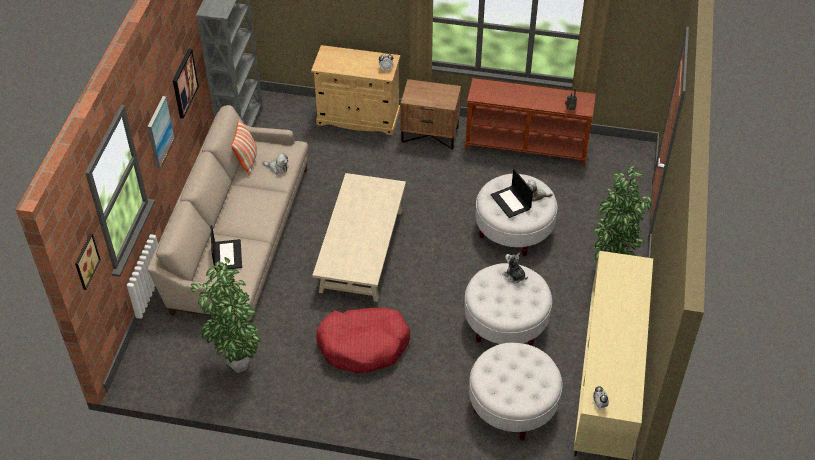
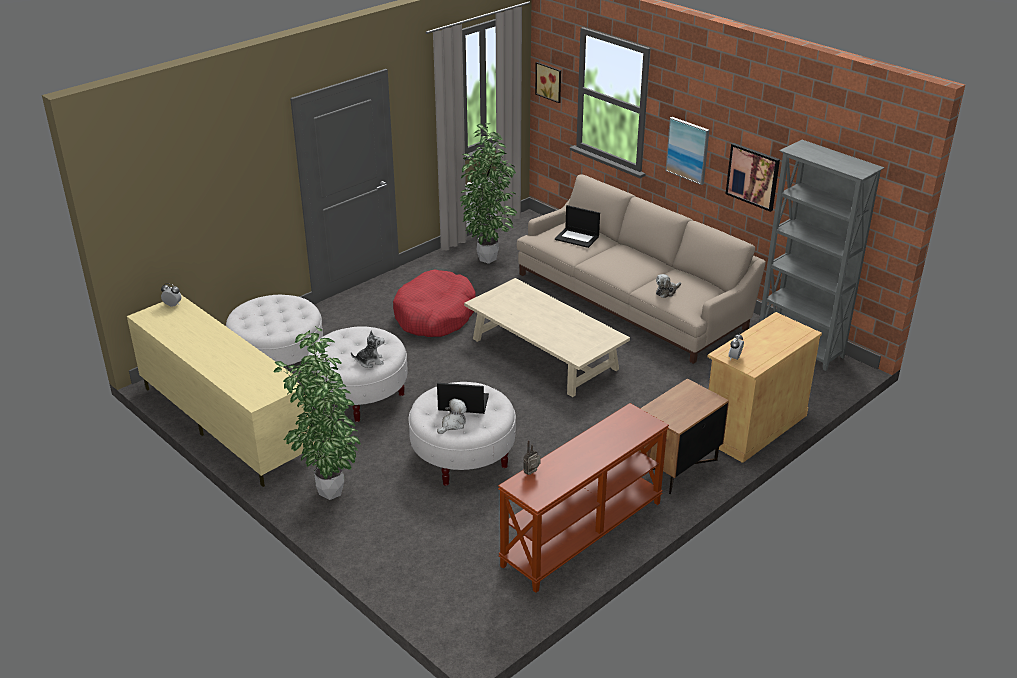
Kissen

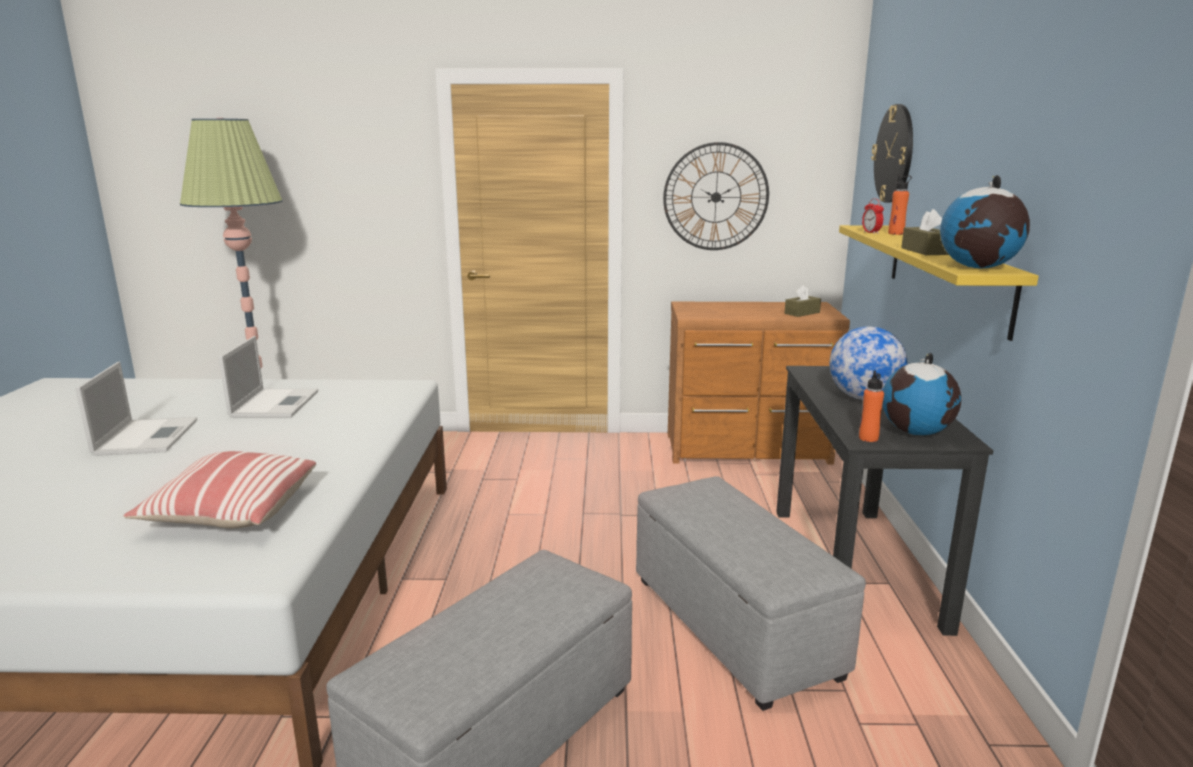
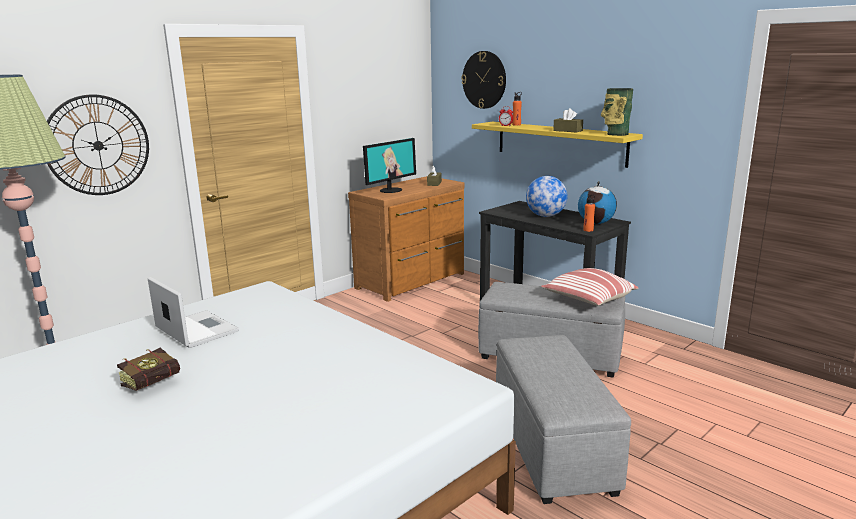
Wanduhr (no. 1 from left); Buch; Monitor; Kissen; Vase

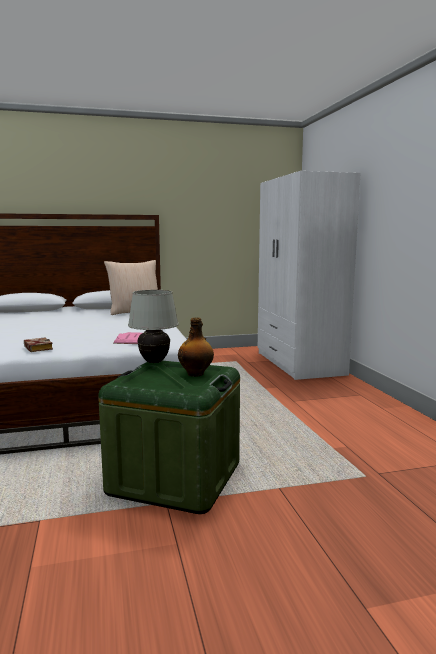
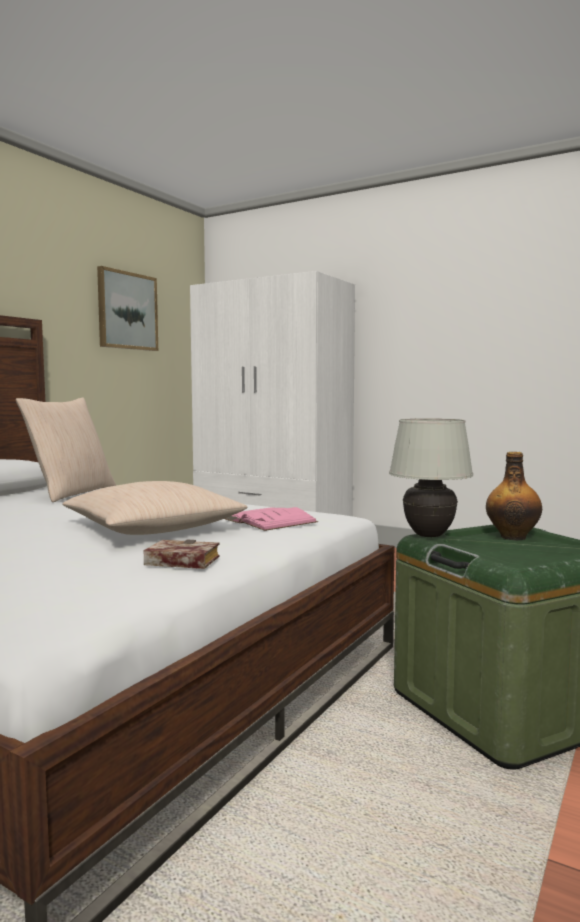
Kissen/beige (no. 2 from left); Bild

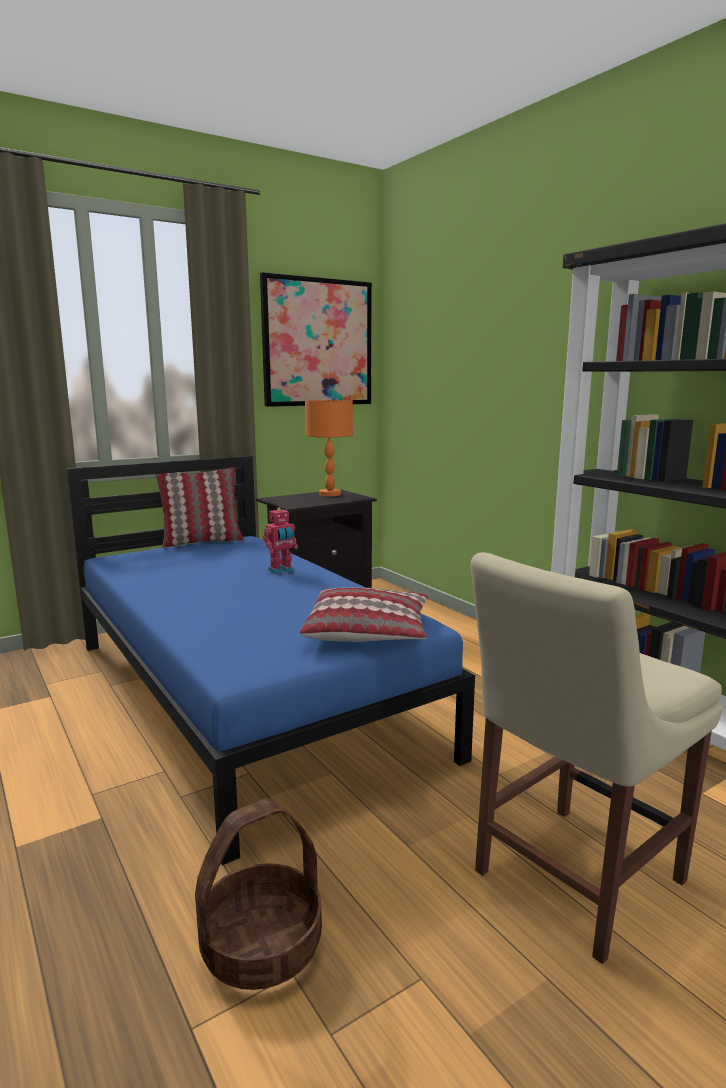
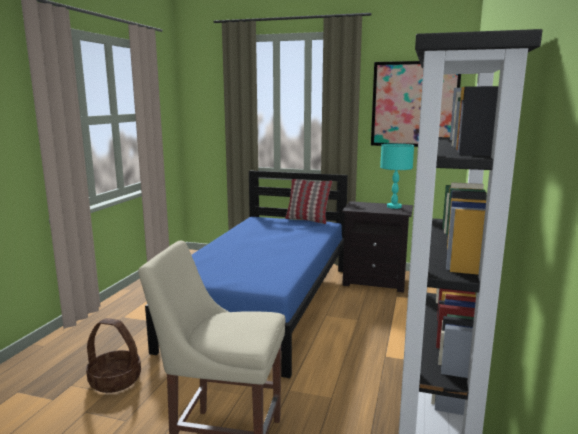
Tischlampe/türkis; Spielzeugroboter; Kissen (no. 2 from left in the first image)

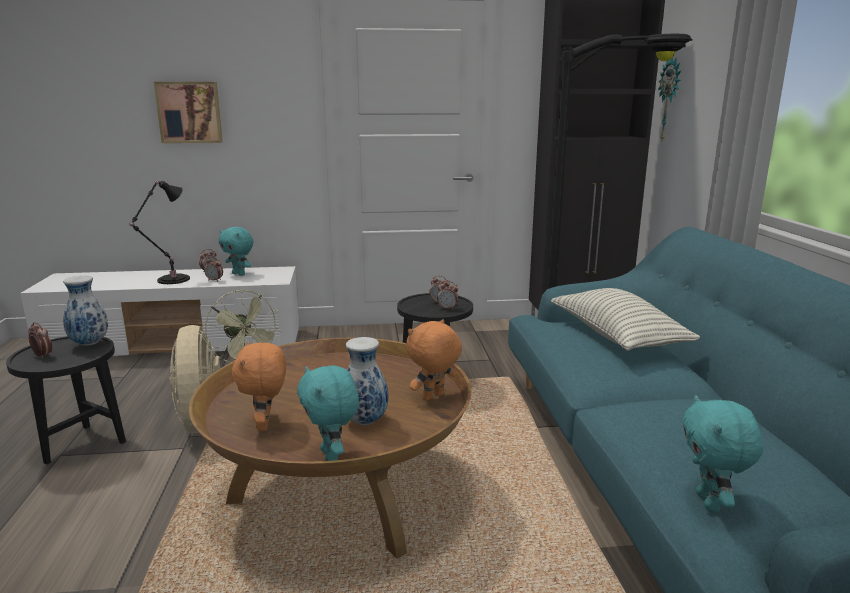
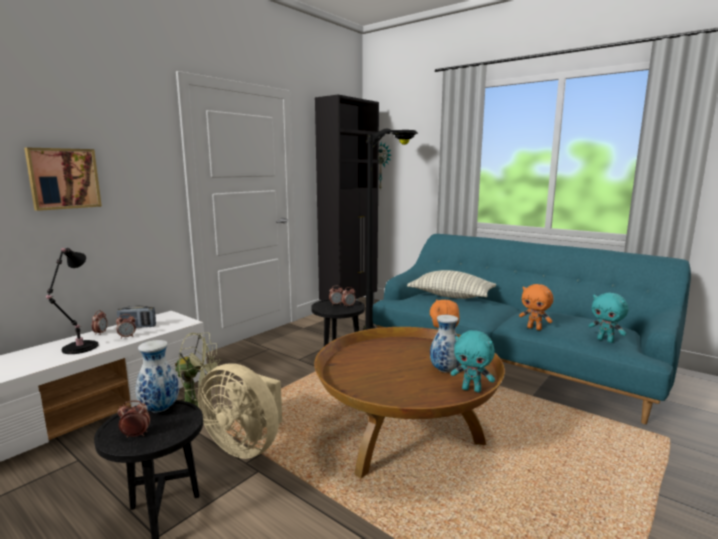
Radio; Plüschtier/orange (no. 2 from left)

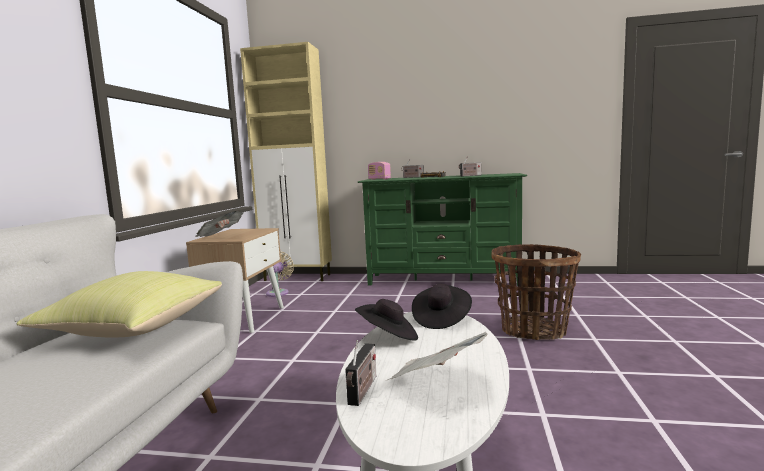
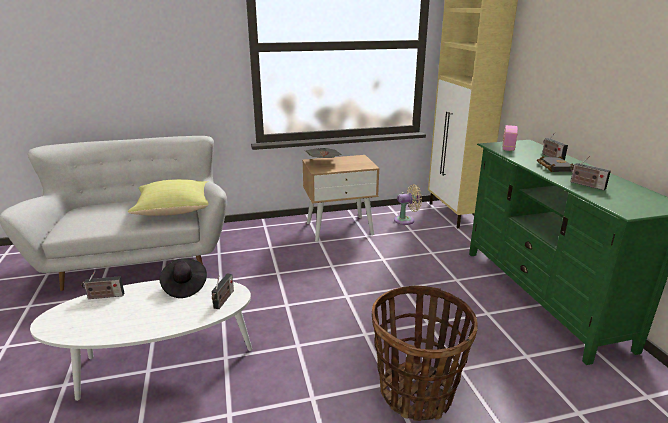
Radio (no. 2 from left); Zeitung (no. 2 from left in the first image)

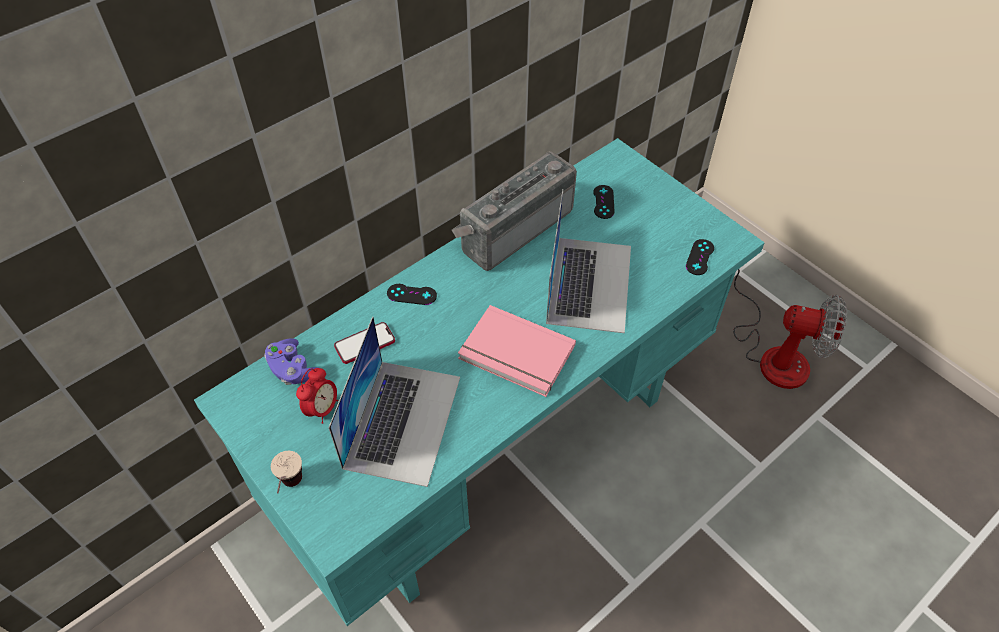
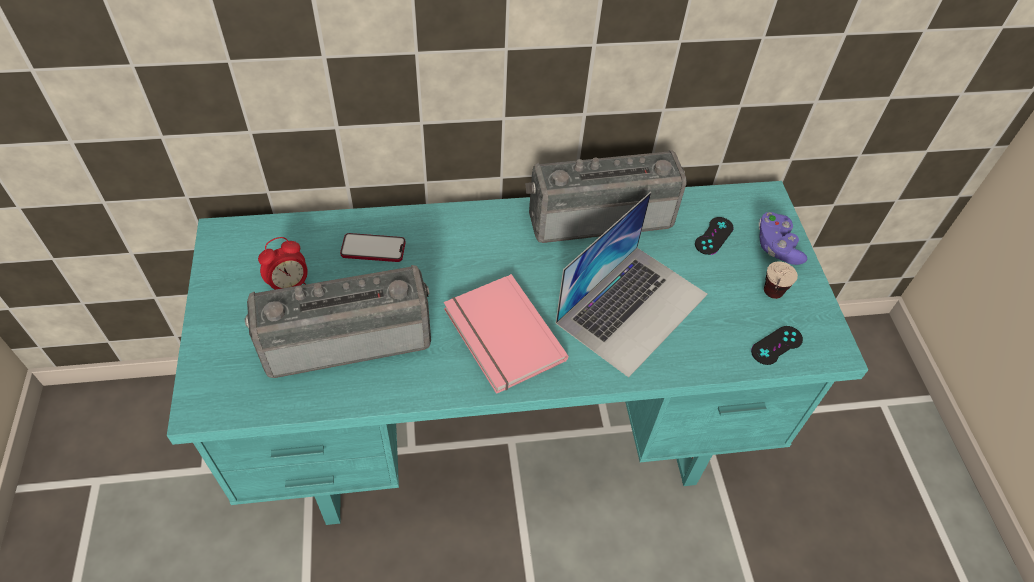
Radio (no. 1 from left); Gamepad/lila; Tasse; Gamepad/schwarz (no. 1 from left in the first image); Ventilator

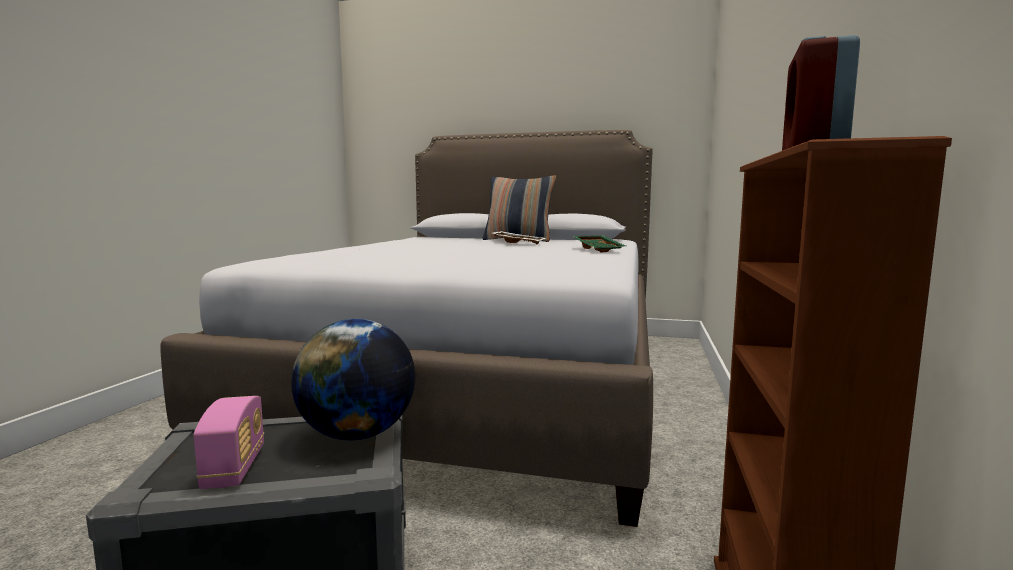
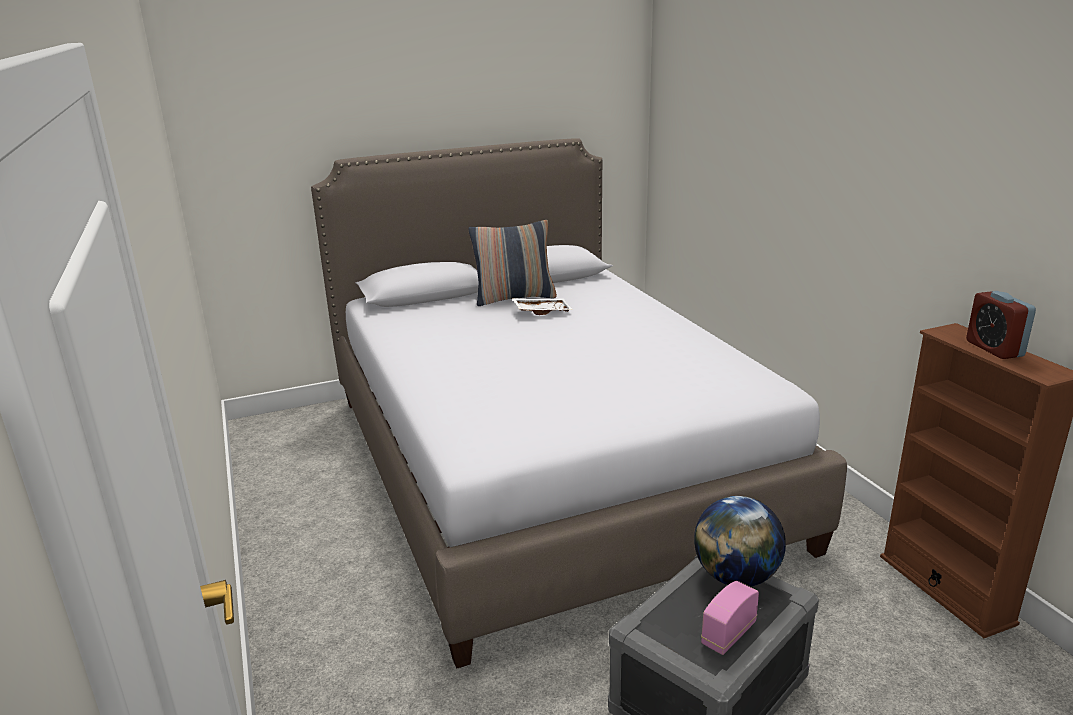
Radio; Tablett/grün

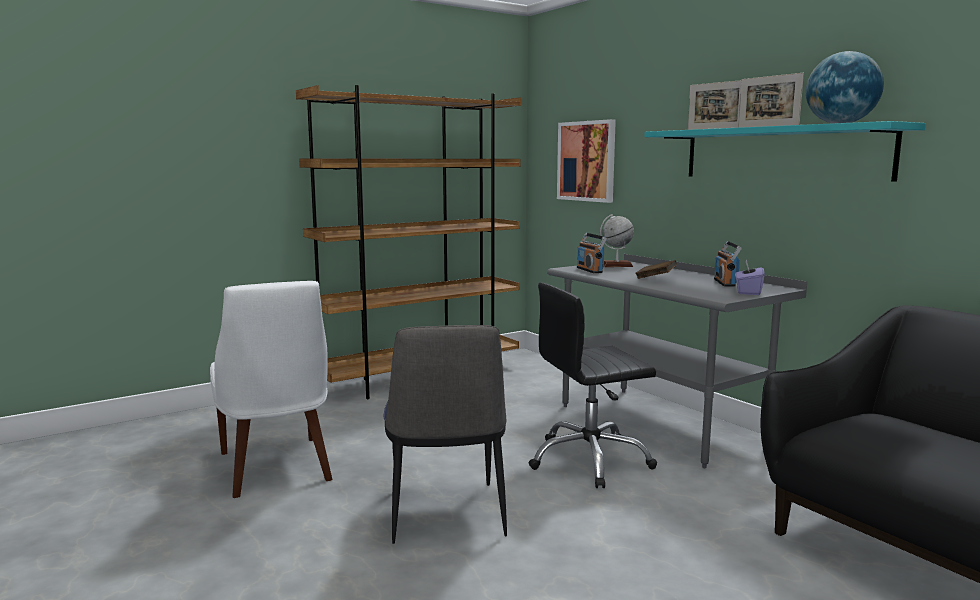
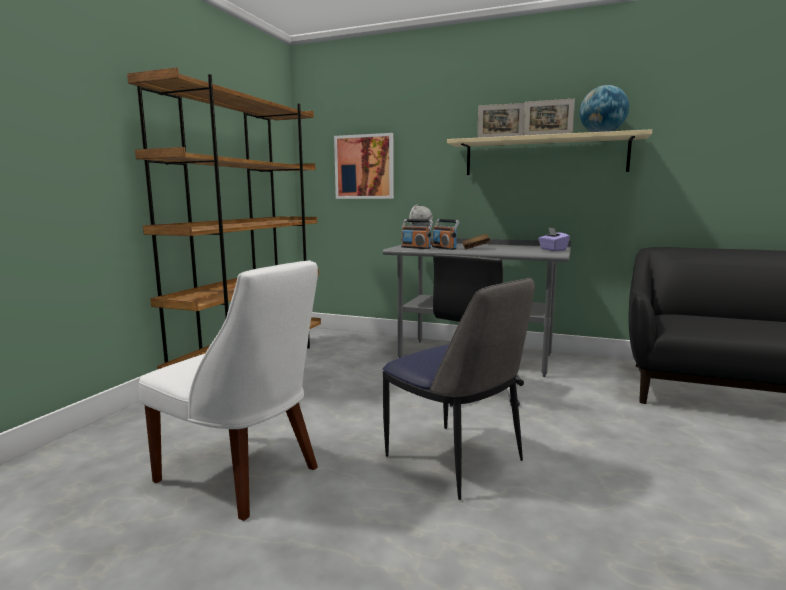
Radio (no. 2 from left); Wandregal/beige

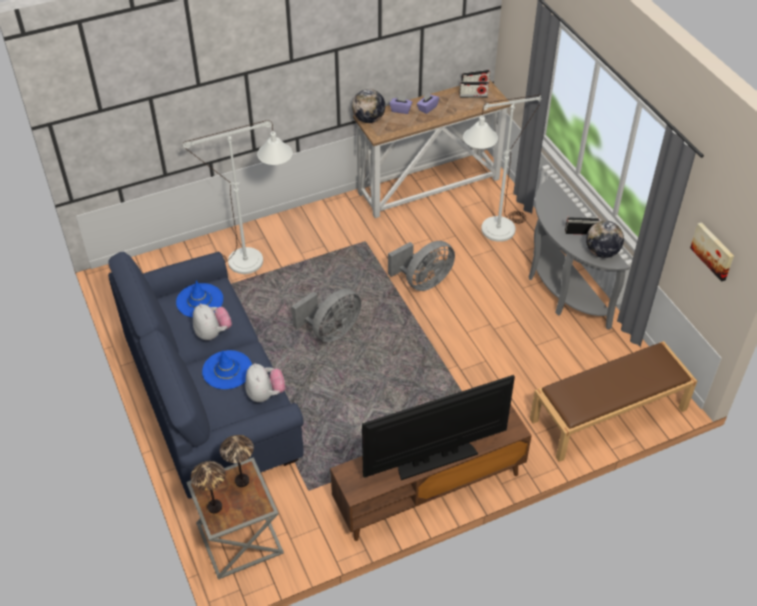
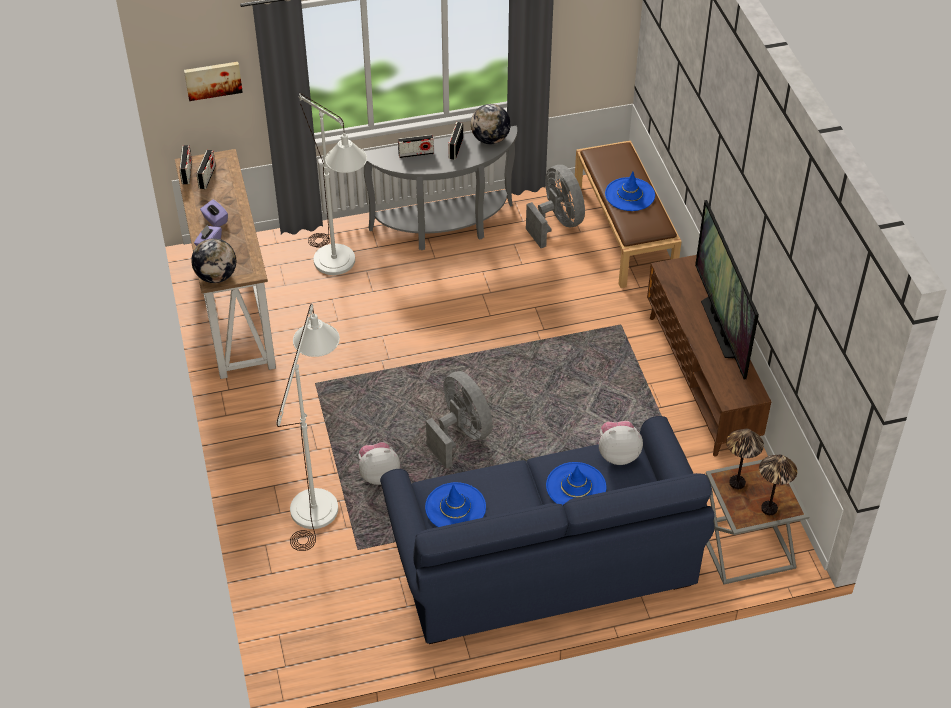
Bild; Plüschtier (no. 1 from left); Radio (no. 3 from left); Ventilator/grau (no. 2 from left); Hut/blau (no. 3 from left)

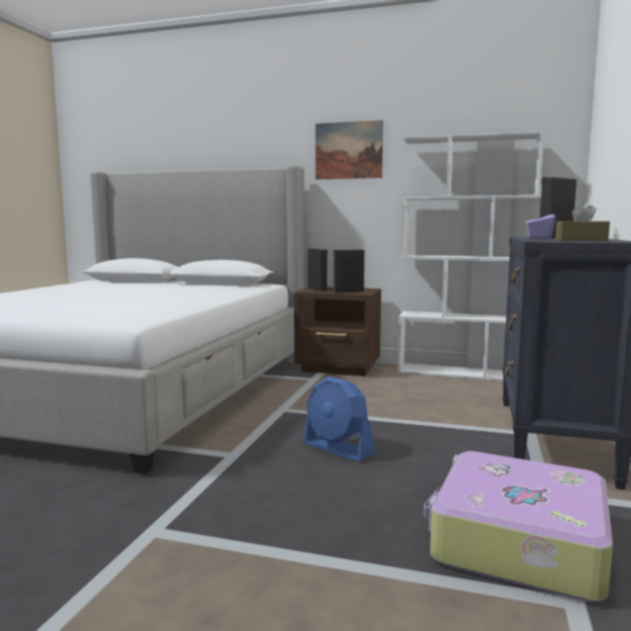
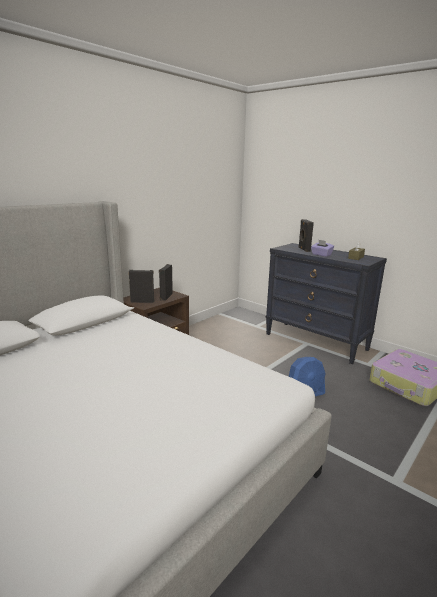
Bild; Bücherregal/weiß

